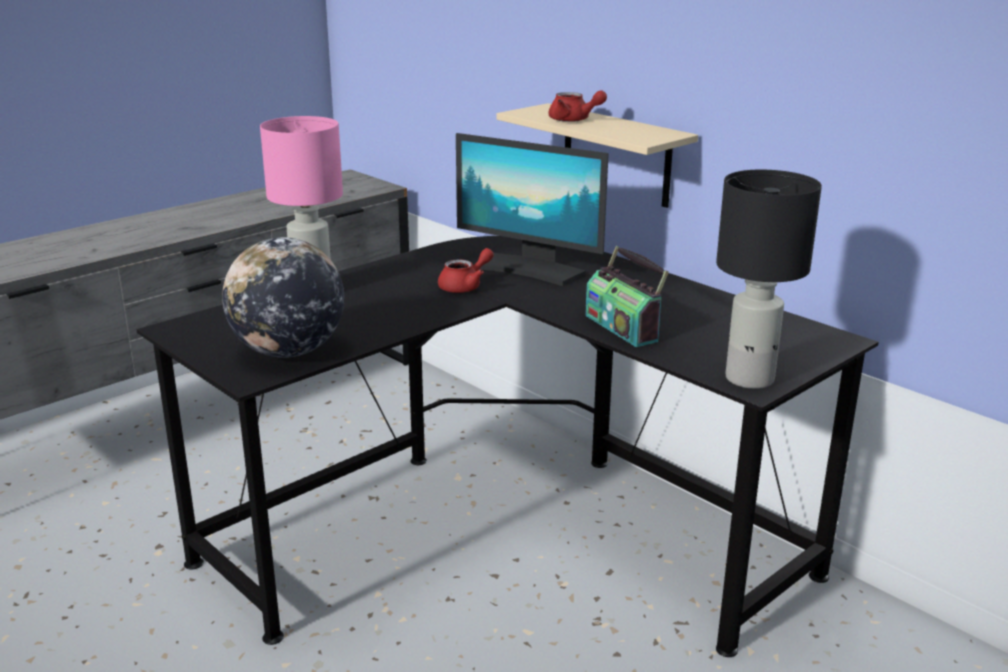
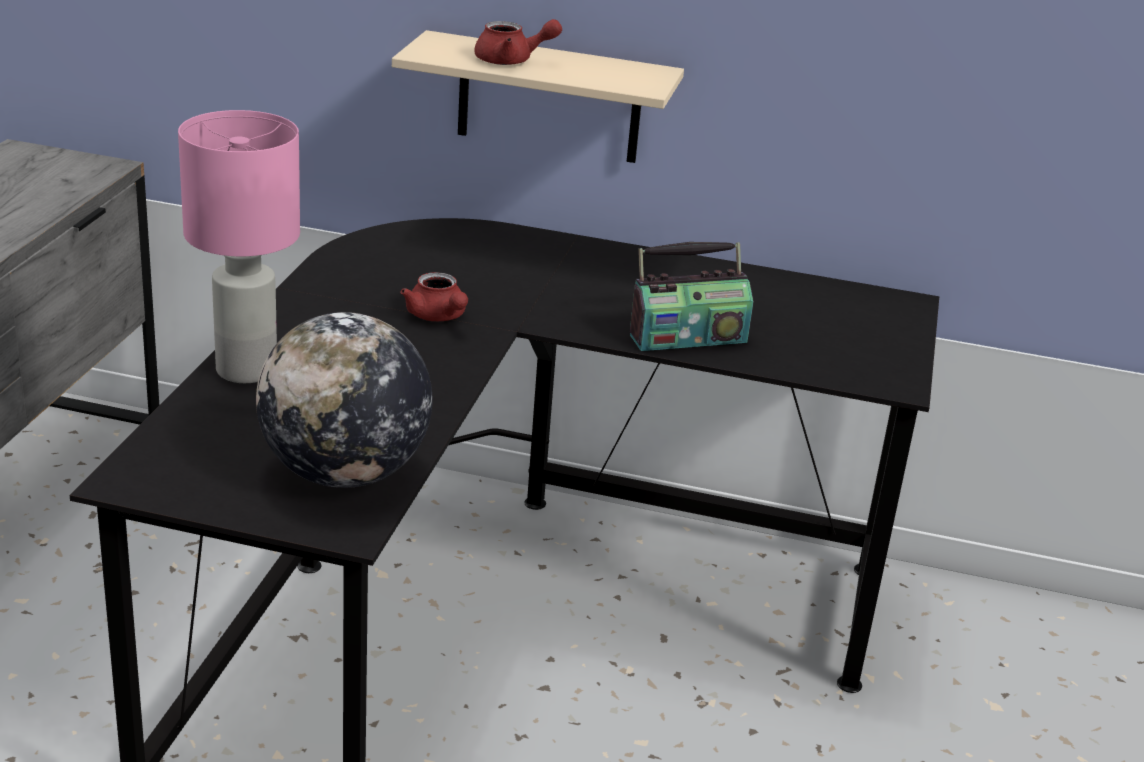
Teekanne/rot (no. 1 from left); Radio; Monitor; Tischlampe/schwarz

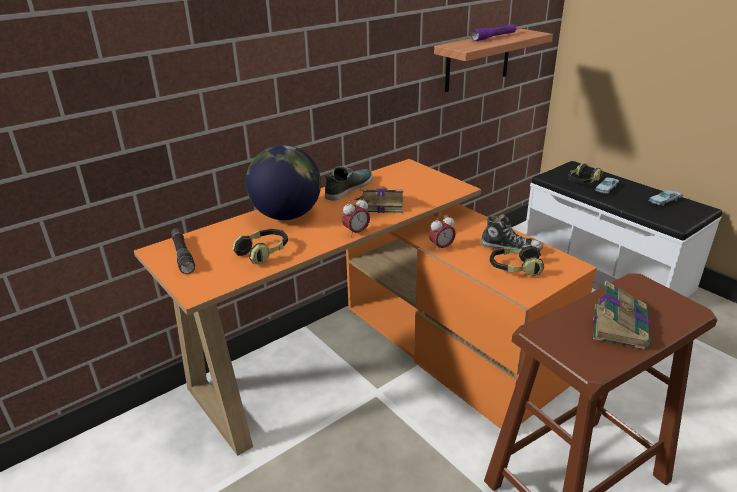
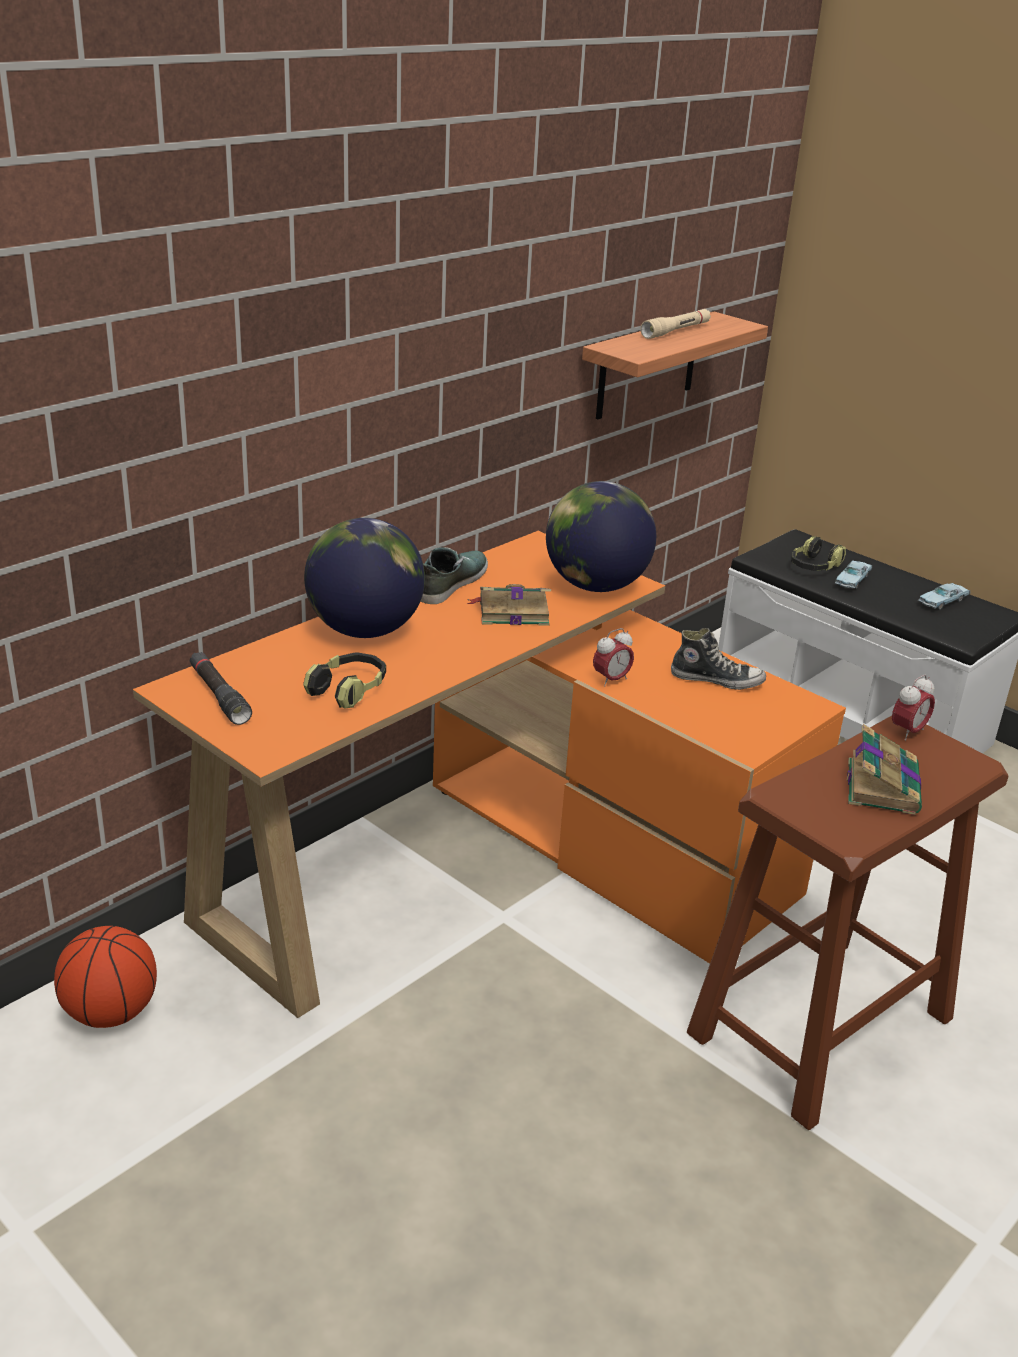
Basketball; Globus (no. 2 from left); Taschenlampe/beige; Wecker (no. 2 from left); Kopfhörer (no. 2 from left in the first image)

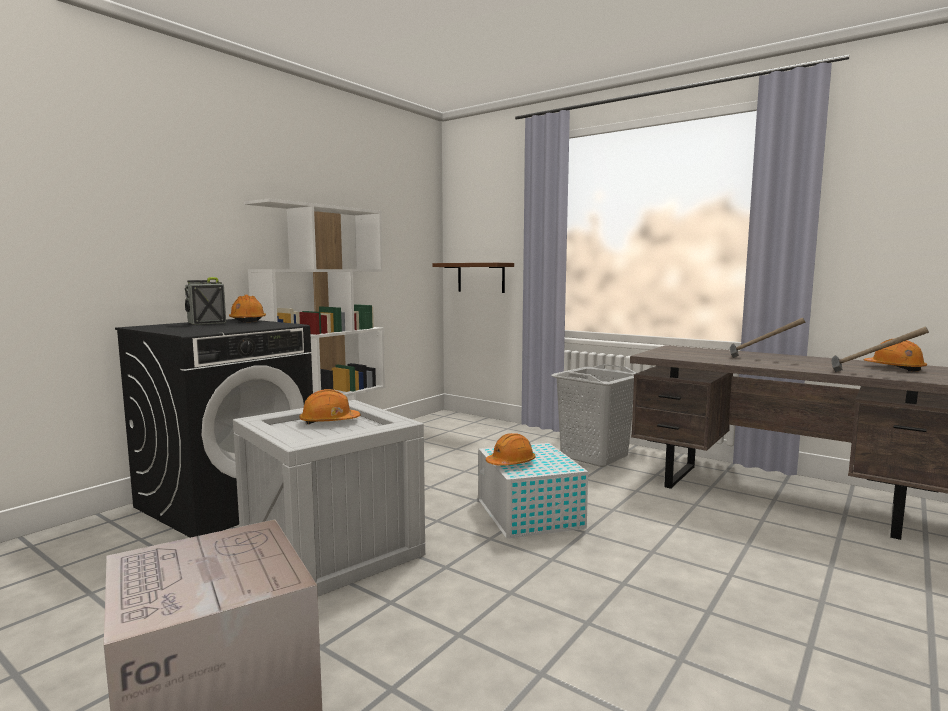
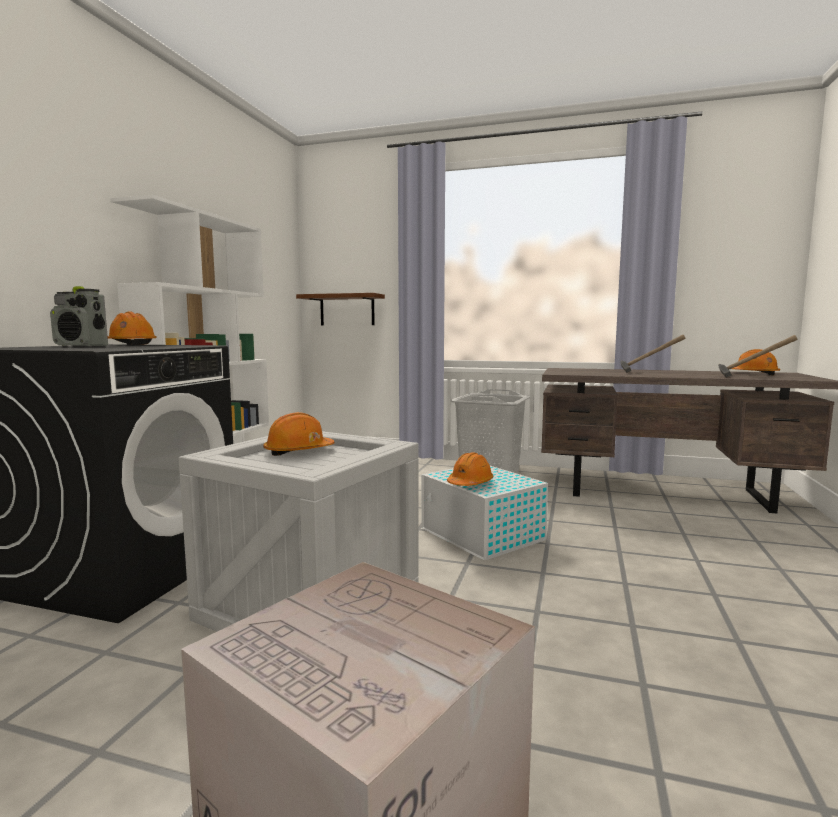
Radio

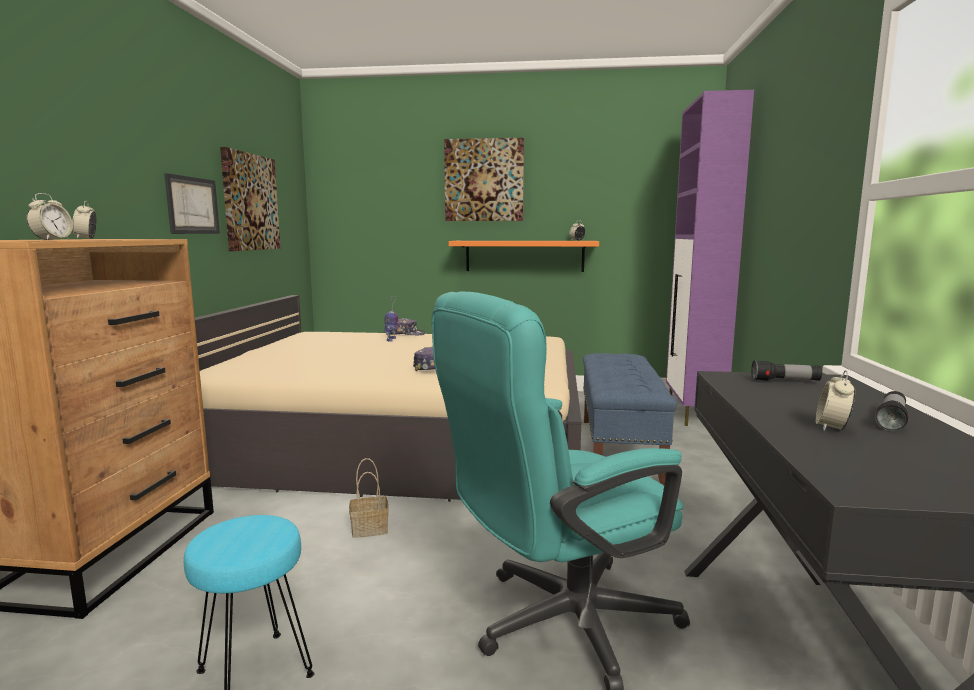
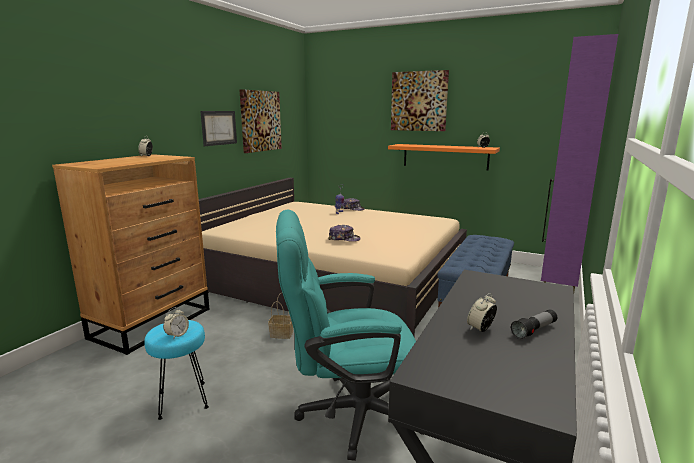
Wecker (no. 2 from left); Taschenlampe (no. 1 from left in the first image)

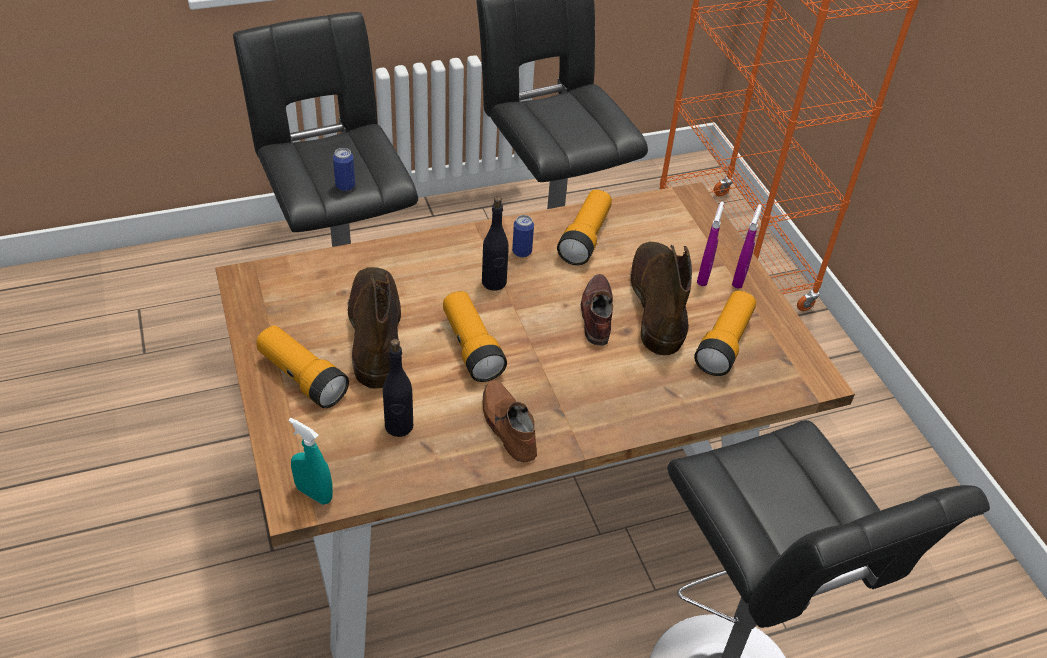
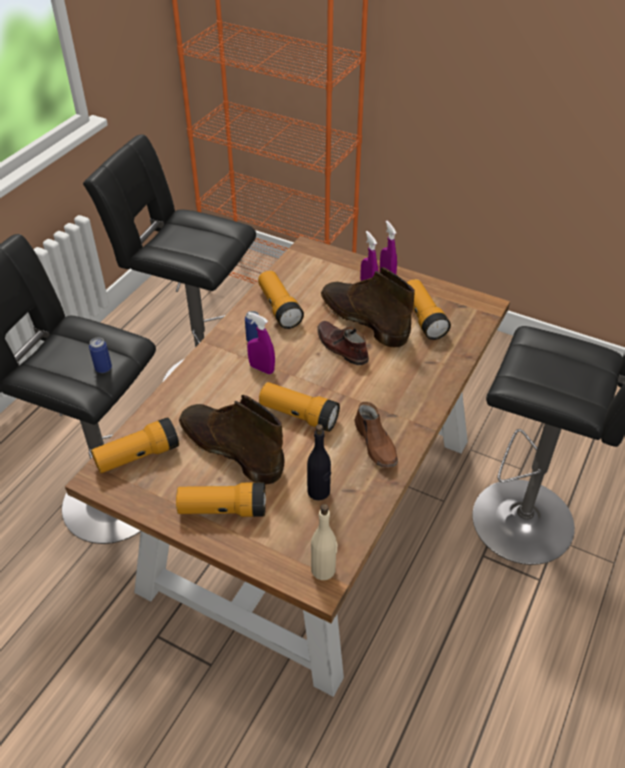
Taschenlampe (no. 1 from left); Sprühflasche/lila (no. 1 from left); Flasche/beige; Schuh/braun (no. 2 from left)

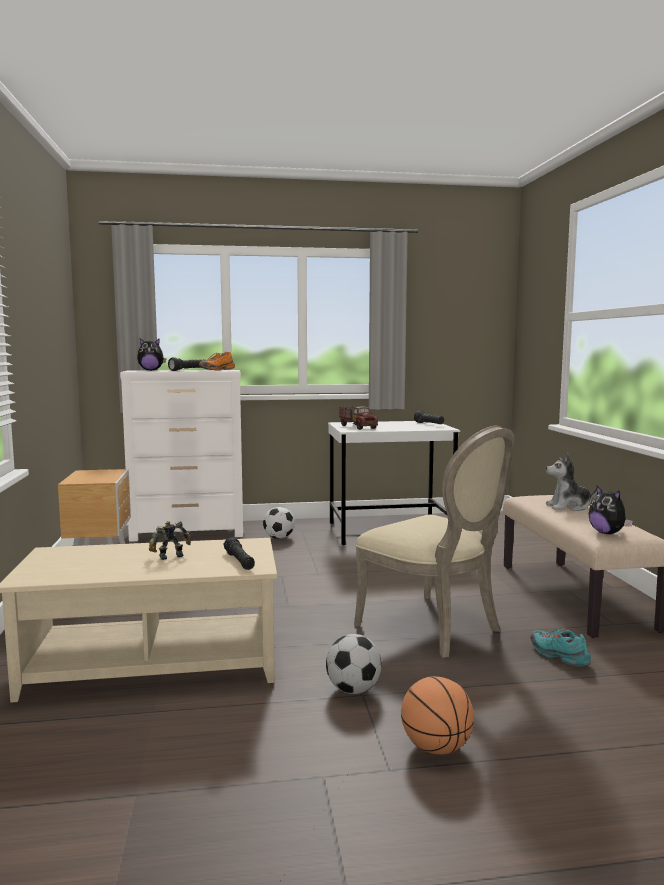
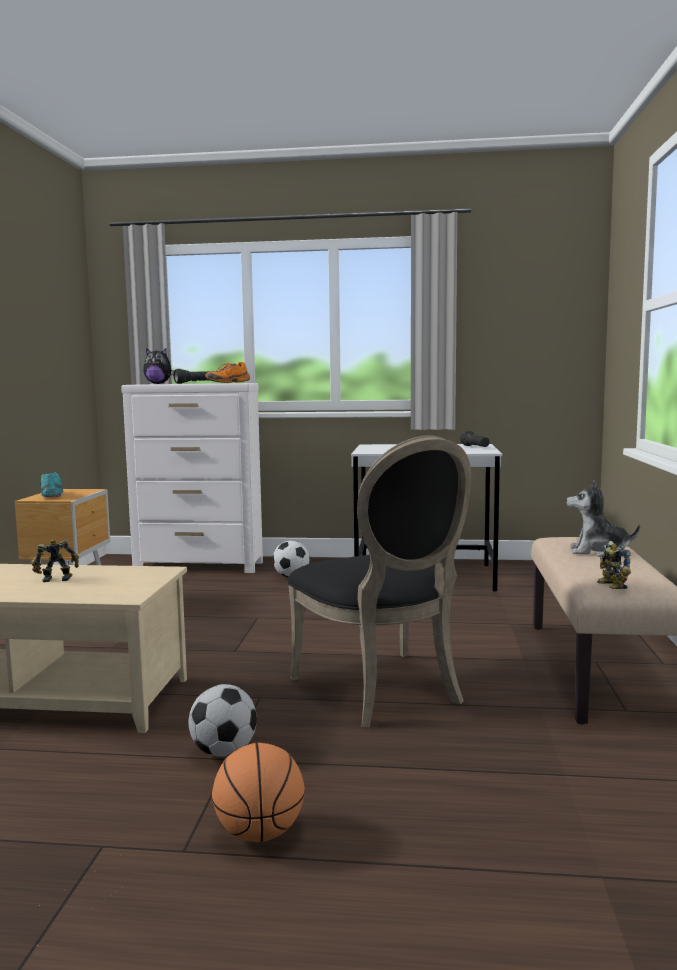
Schuh/türkis; Stuhl/schwarz; Spielzeugroboter (no. 2 from left); Taschenlampe/schwarz (no. 2 from left in the first image); Spielzeuglaster

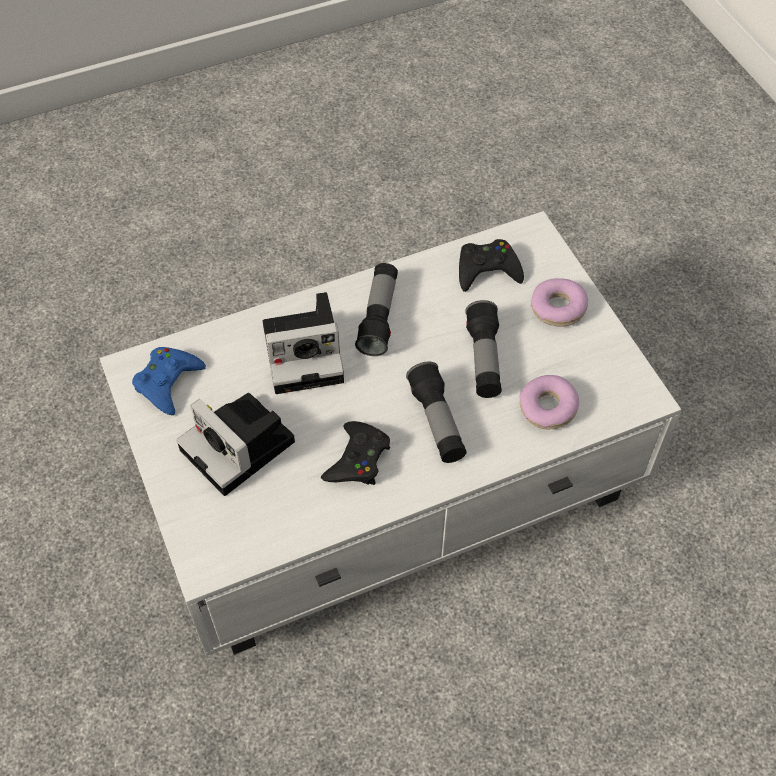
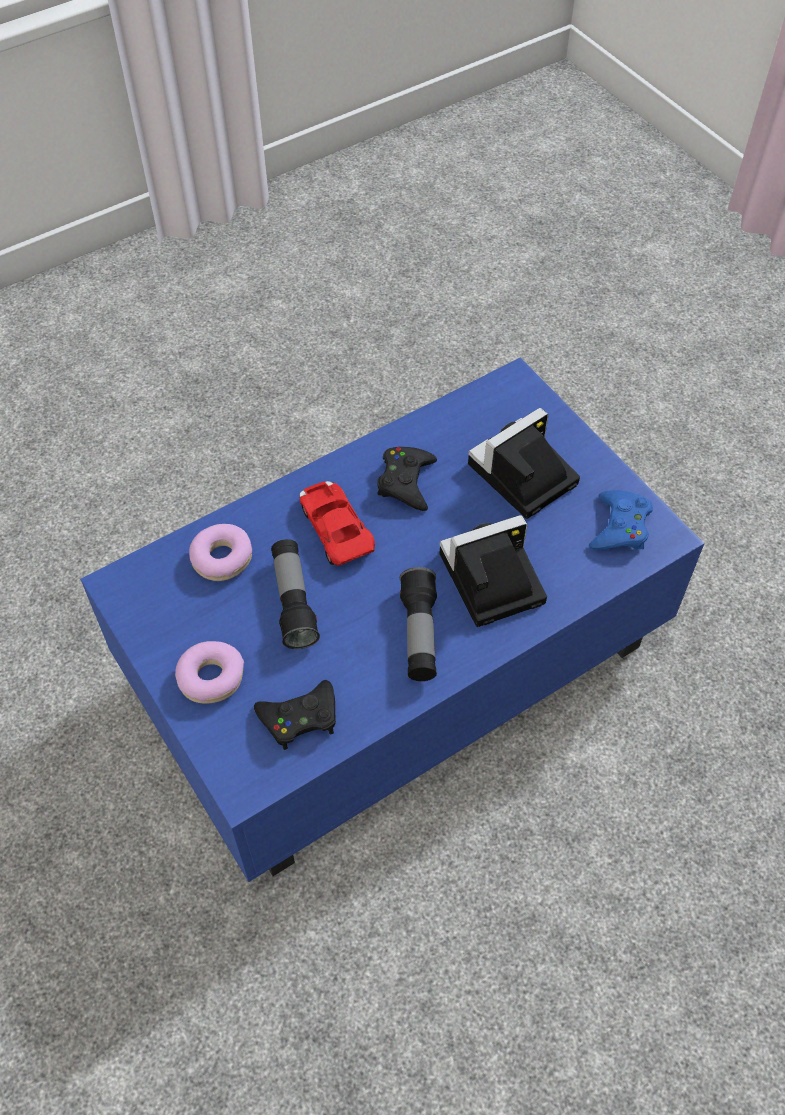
Couchtisch/blau; Spielzeugauto/rot; Kamera (no. 2 from left)

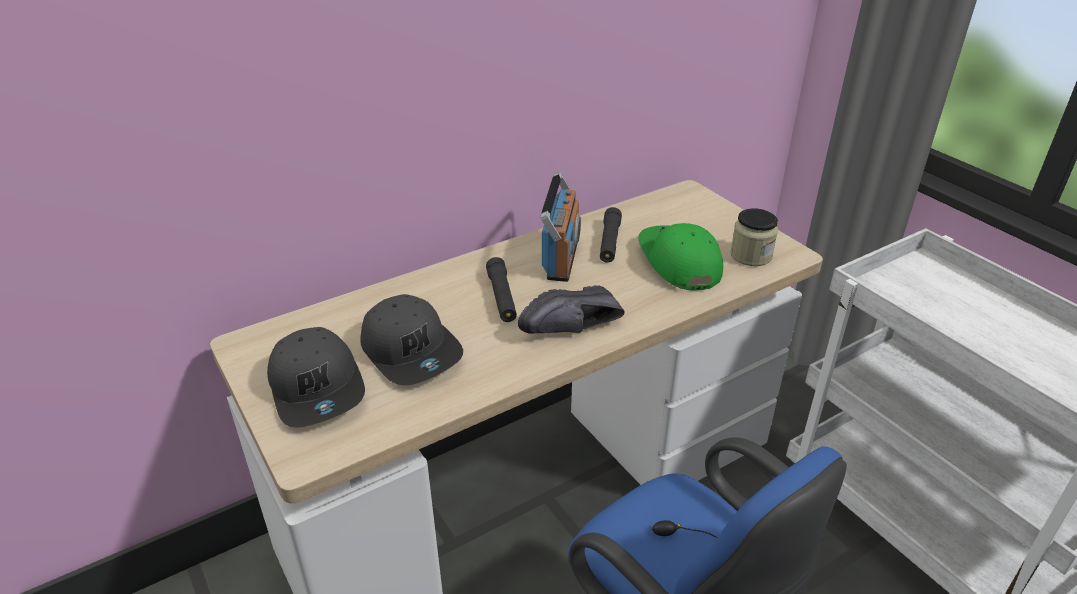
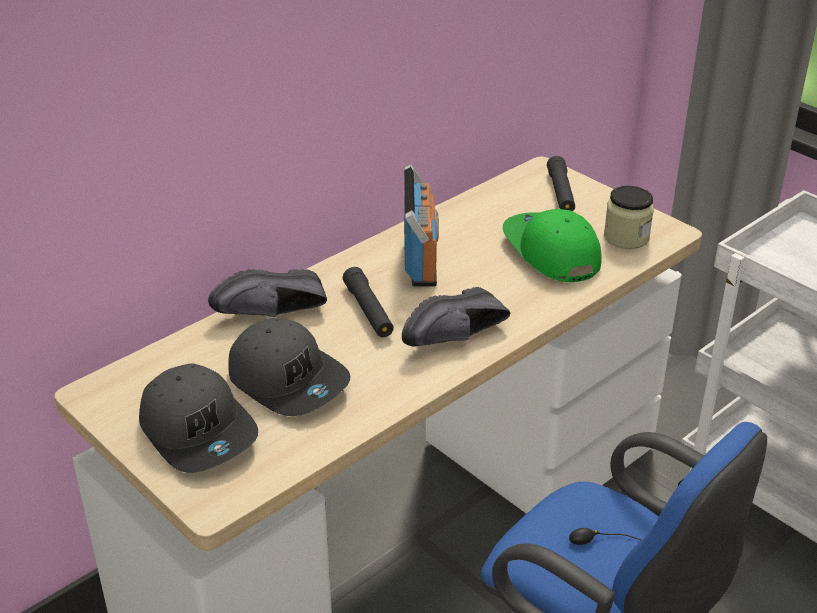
Schuh/schwarz (no. 1 from left); Taschenlampe/schwarz (no. 2 from left)

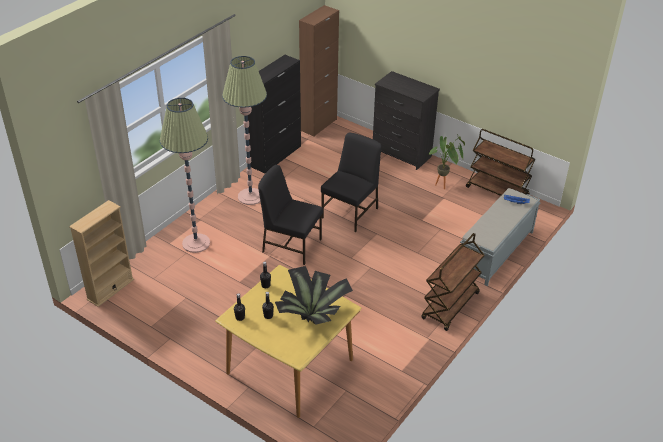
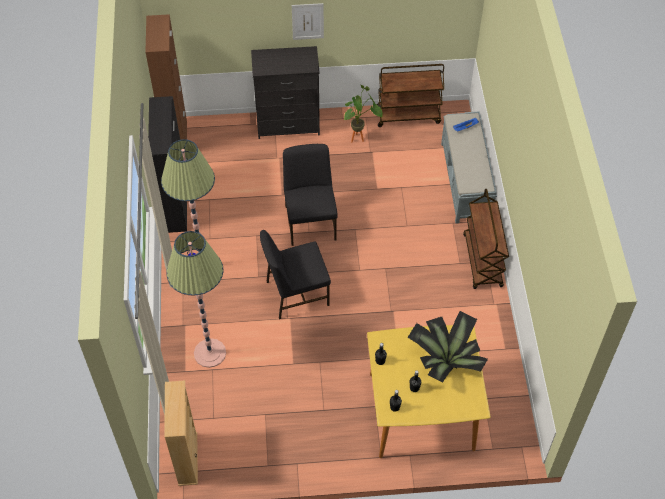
Bild

